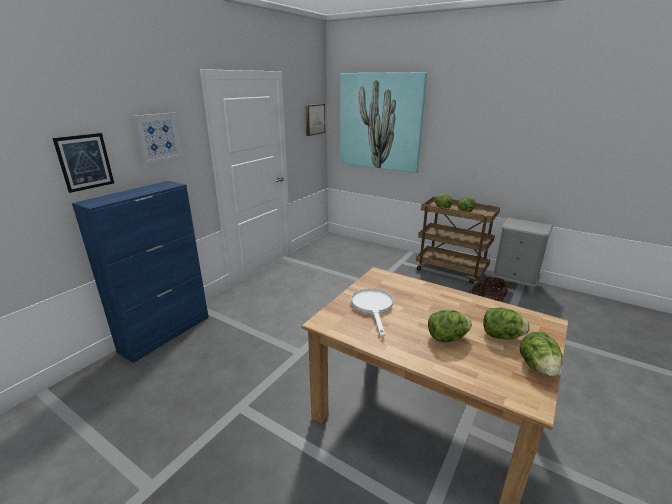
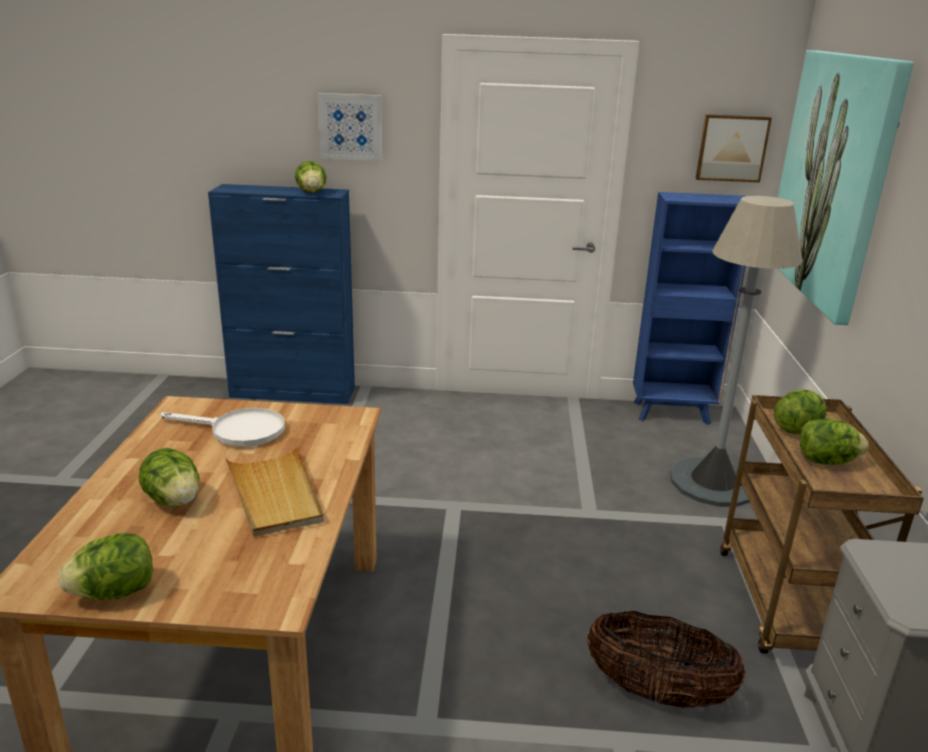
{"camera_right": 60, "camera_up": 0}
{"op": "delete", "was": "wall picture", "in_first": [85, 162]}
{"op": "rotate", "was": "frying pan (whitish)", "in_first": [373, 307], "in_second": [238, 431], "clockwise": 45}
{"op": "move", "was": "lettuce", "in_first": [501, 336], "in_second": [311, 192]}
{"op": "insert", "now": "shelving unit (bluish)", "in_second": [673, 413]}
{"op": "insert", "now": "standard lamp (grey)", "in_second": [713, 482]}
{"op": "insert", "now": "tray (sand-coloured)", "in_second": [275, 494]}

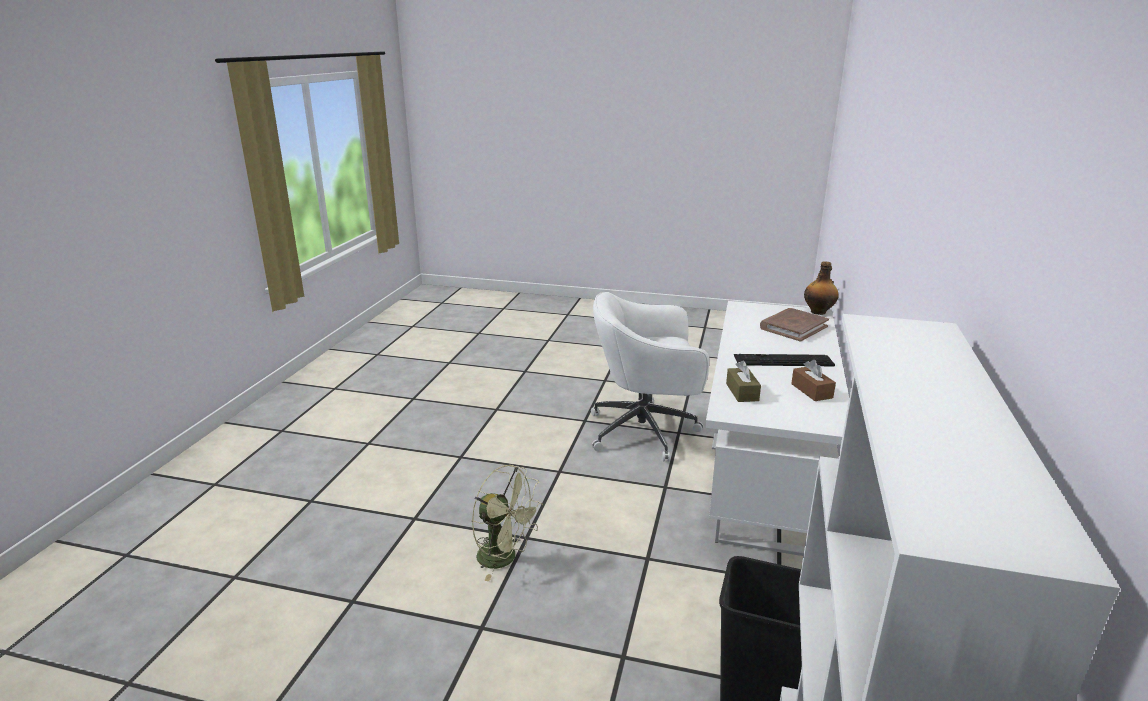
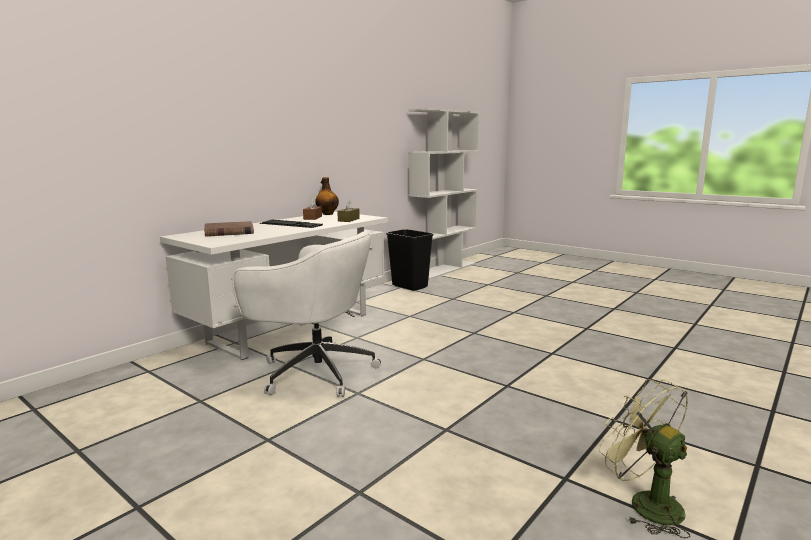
{"camera_right": -155, "camera_up": -10}
{"op": "move", "was": "beverage bottle", "in_first": [819, 312], "in_second": [327, 214]}
{"op": "move", "was": "electric fan (green-coloured)", "in_first": [505, 558], "in_second": [645, 503]}

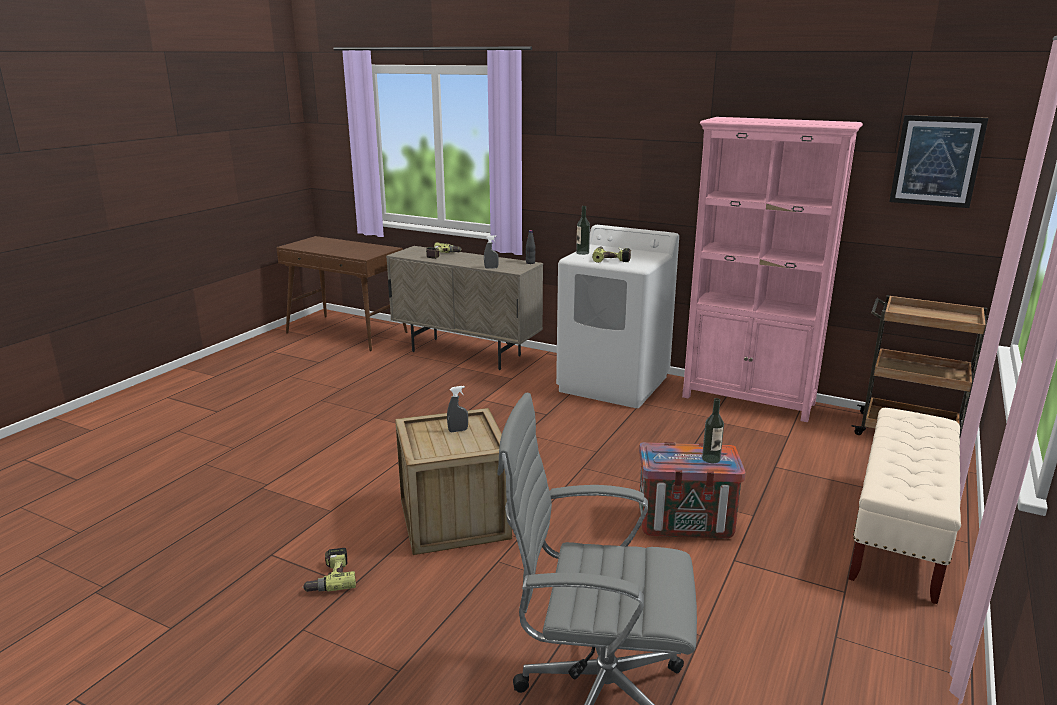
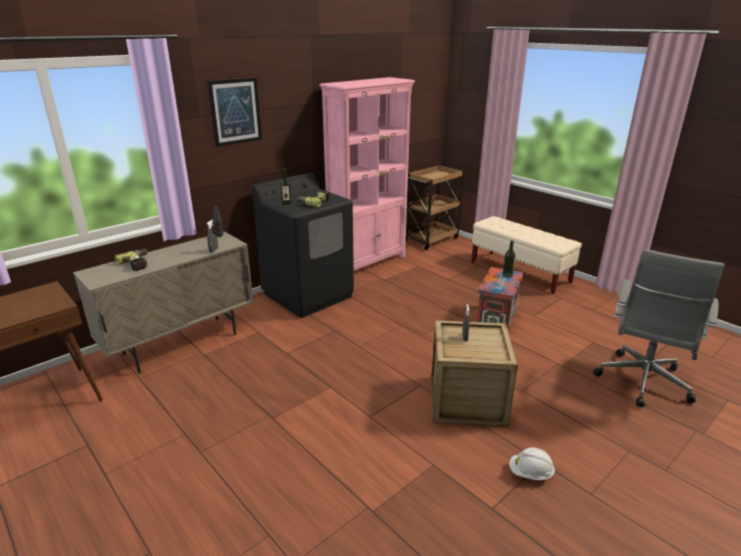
{"camera_right": -70, "camera_up": 5}
{"op": "move", "was": "wall picture", "in_first": [936, 161], "in_second": [235, 111]}
{"op": "recolor", "was": "washing machine (whitish)", "now": "washing machine (blackish)", "in_first": [614, 384], "in_second": [308, 295]}
{"op": "replace", "was": "drill", "now": "work helmet (whitish)", "in_first": [330, 578], "in_second": [530, 473]}

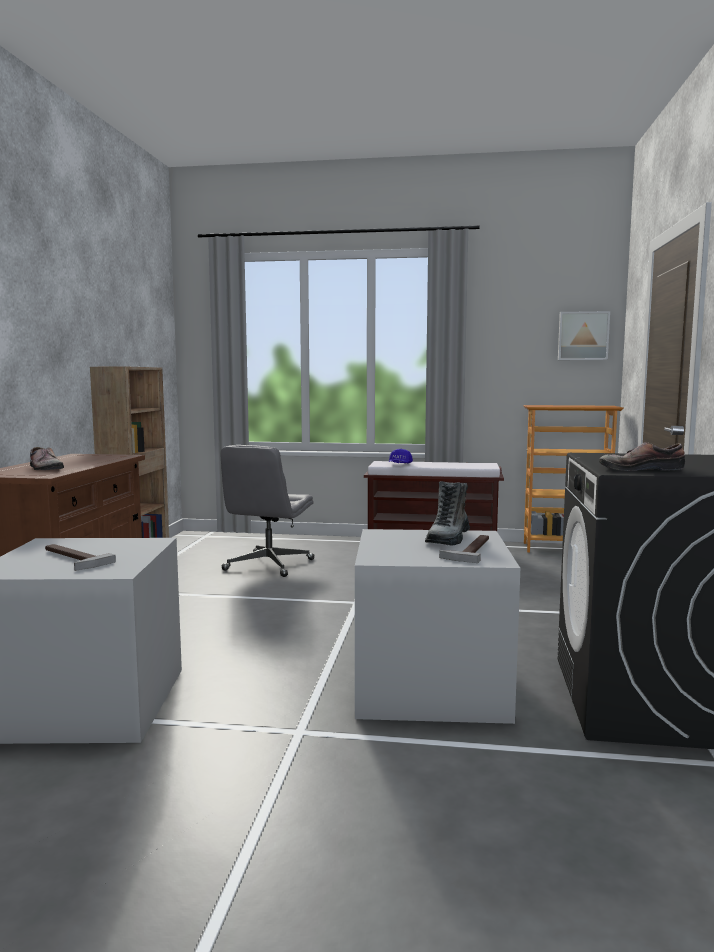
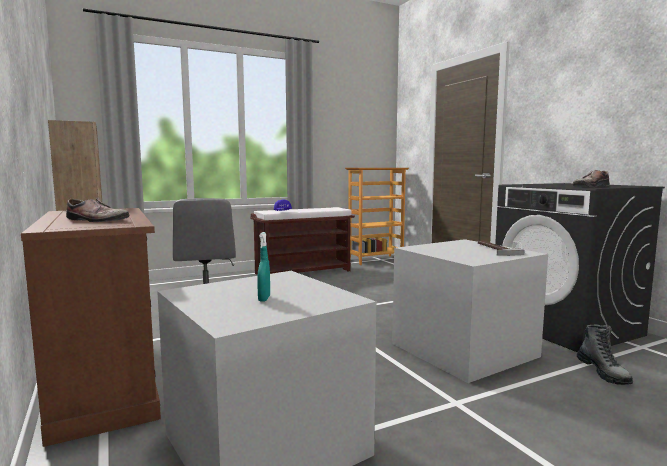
{"camera_right": -35, "camera_up": 0}
{"op": "delete", "was": "wall picture", "in_first": [583, 336]}
{"op": "move", "was": "high-top boot", "in_first": [448, 539], "in_second": [603, 372]}
{"op": "replace", "was": "hammer", "now": "hand sprayer (turquoise-coloured)", "in_first": [70, 558], "in_second": [264, 299]}

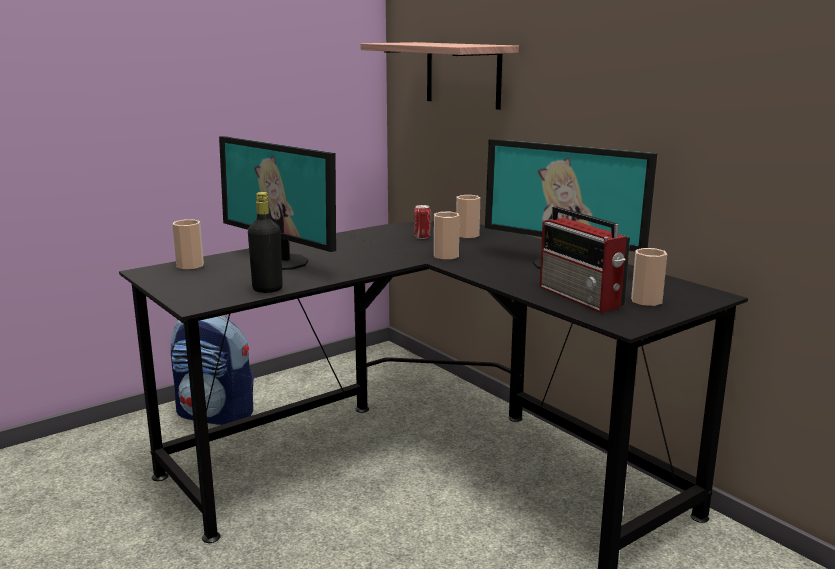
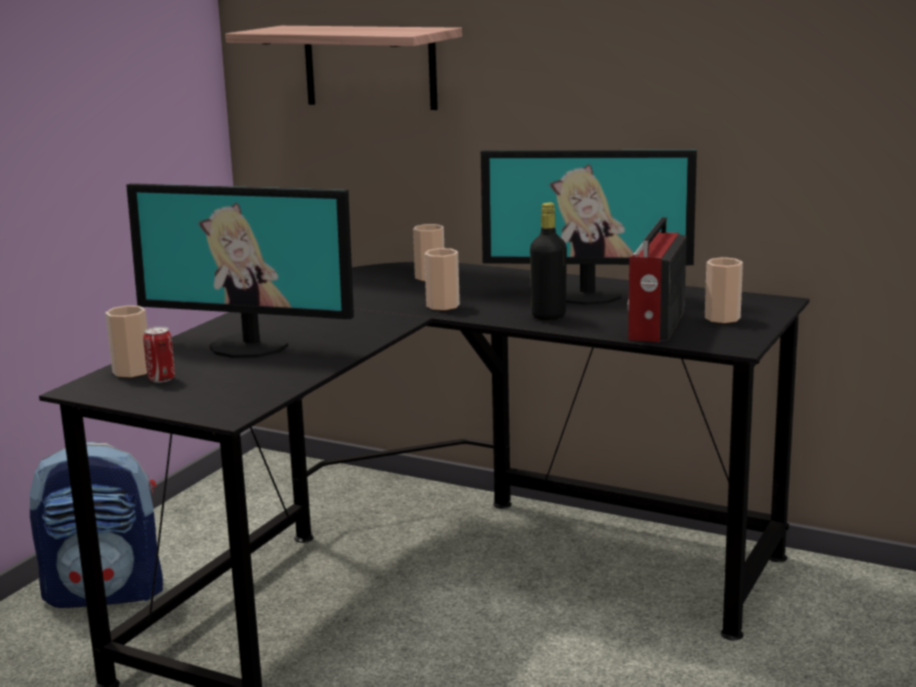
{"camera_right": -25, "camera_up": 0}
{"op": "move", "was": "beverage bottle (blackish)", "in_first": [267, 289], "in_second": [548, 316]}
{"op": "move", "was": "metal can", "in_first": [422, 237], "in_second": [161, 379]}
{"op": "rotate", "was": "radio", "in_first": [581, 297], "in_second": [655, 326], "clockwise": 75}

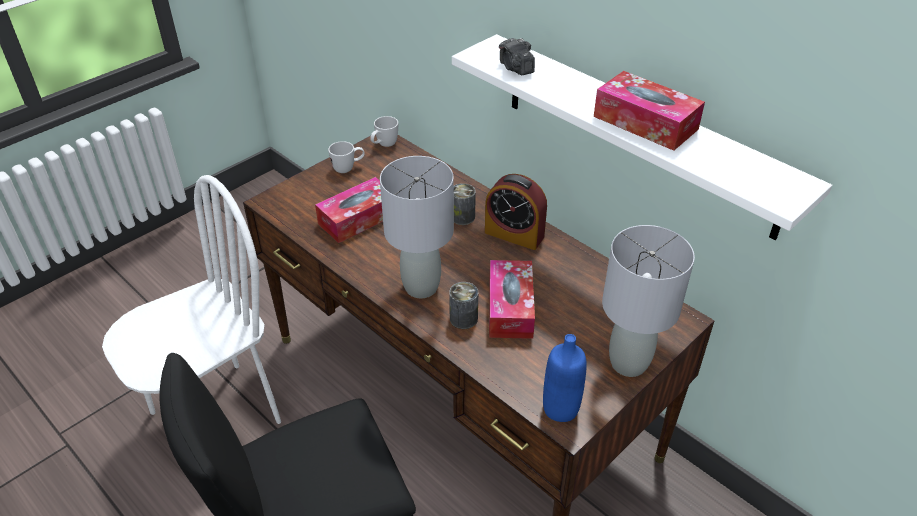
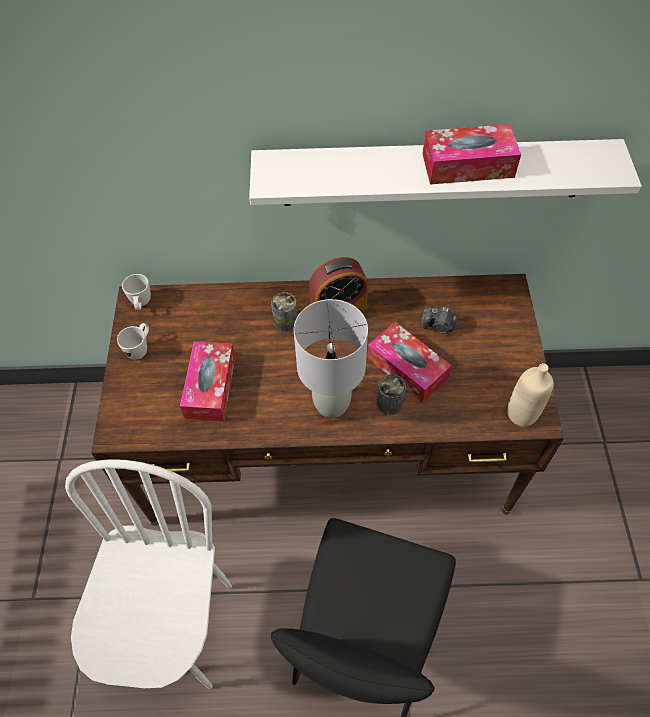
{"camera_right": -45, "camera_up": 15}
{"op": "move", "was": "photo camera", "in_first": [516, 68], "in_second": [439, 326]}
{"op": "delete", "was": "lamp for a table (grey)", "in_first": [627, 363]}
{"op": "recolor", "was": "beverage bottle (bluish)", "now": "beverage bottle (sand-coloured)", "in_first": [560, 408], "in_second": [521, 414]}

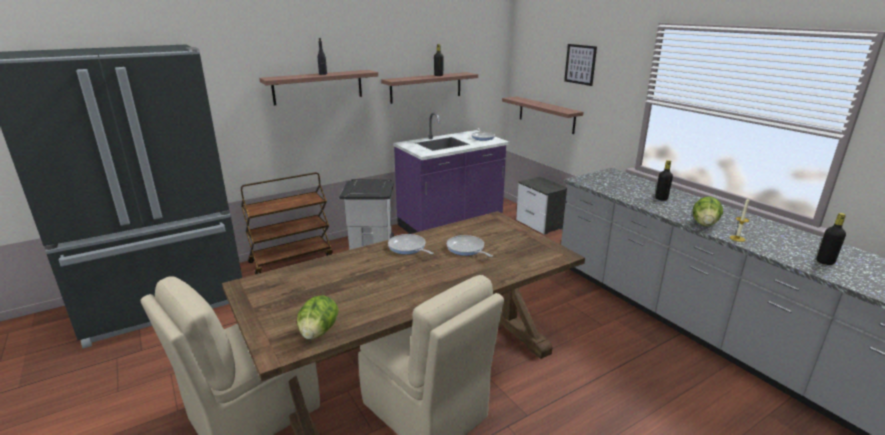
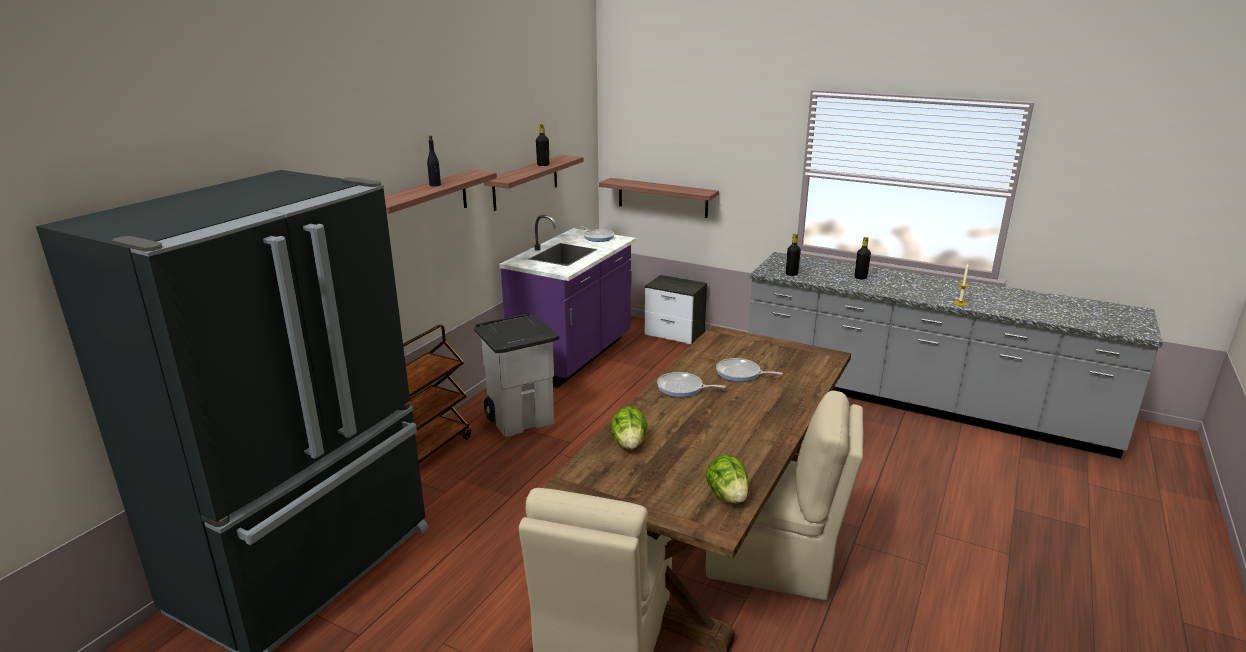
{"camera_right": -30, "camera_up": 0}
{"op": "delete", "was": "wall picture", "in_first": [580, 64]}
{"op": "move", "was": "lettuce", "in_first": [704, 224], "in_second": [629, 444]}
{"op": "move", "was": "beverage bottle (blackish)", "in_first": [825, 262], "in_second": [791, 274]}

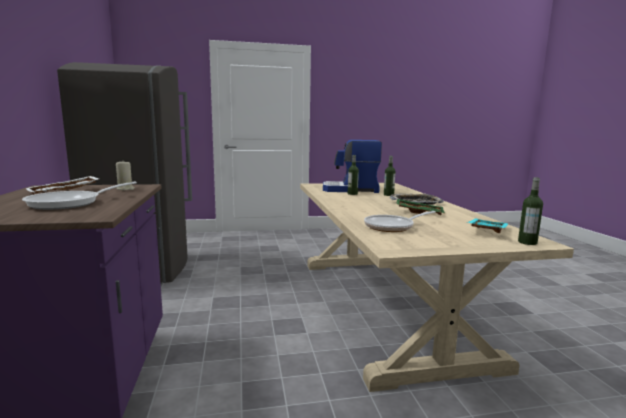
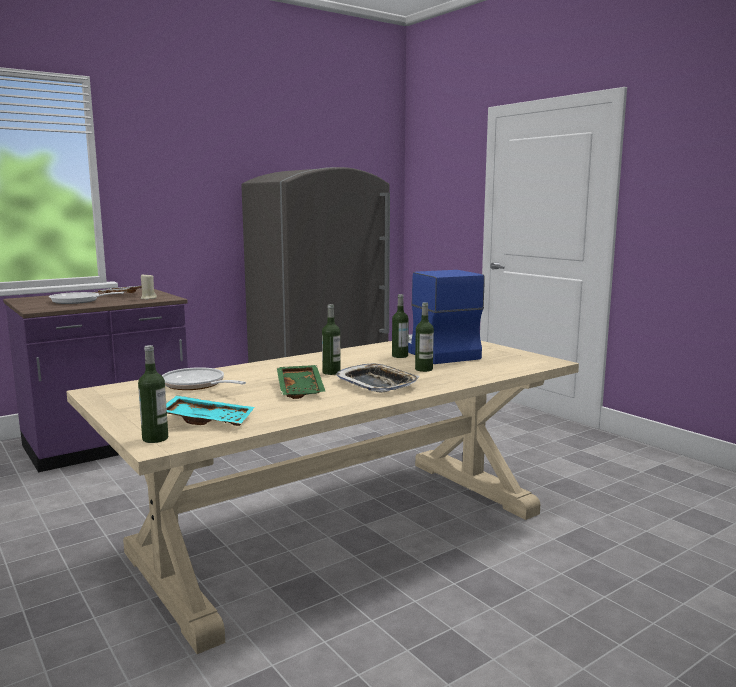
{"camera_right": 65, "camera_up": 0}
{"op": "insert", "now": "beverage bottle", "in_second": [331, 372]}

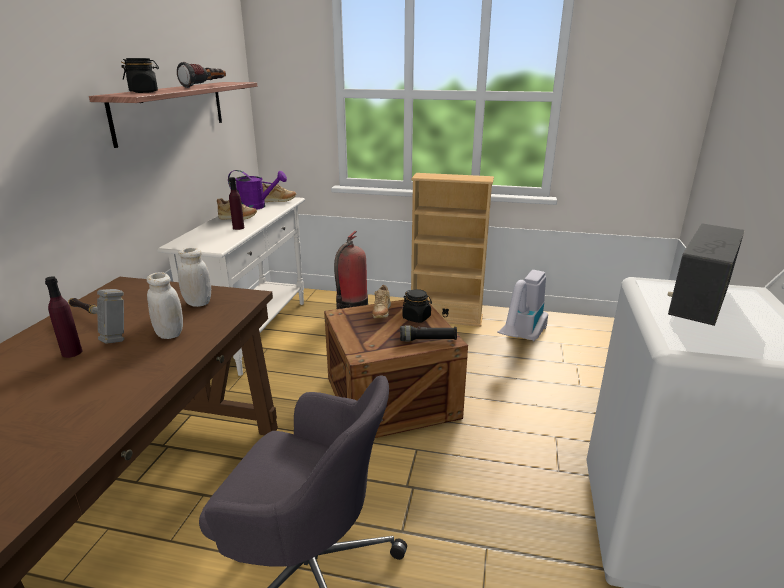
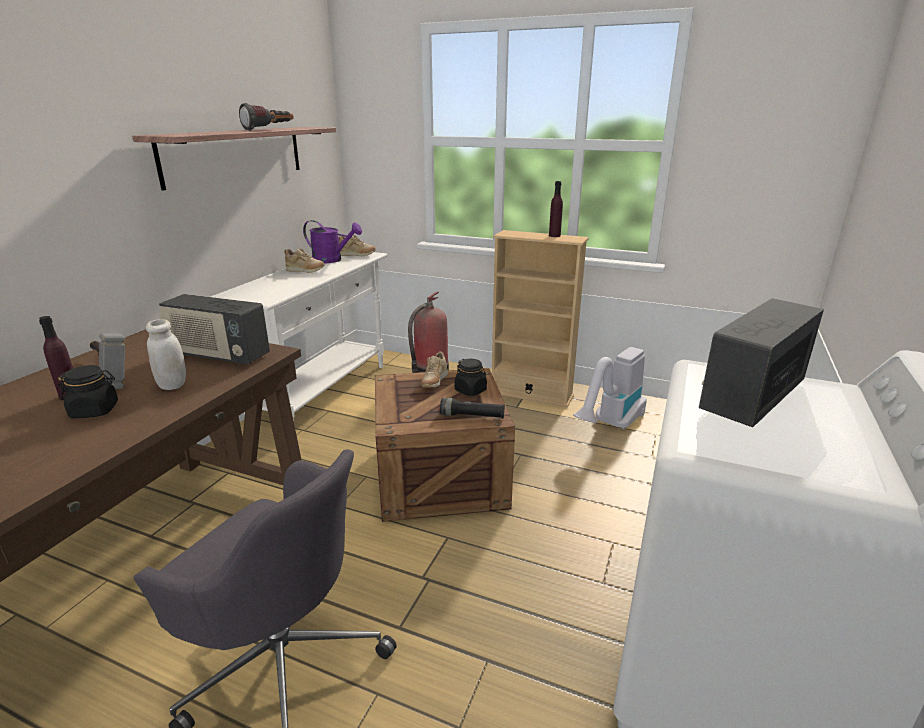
{"camera_right": 10, "camera_up": 0}
{"op": "move", "was": "preserve jar (blackish)", "in_first": [144, 92], "in_second": [95, 410]}
{"op": "move", "was": "beverage bottle (purple-coloured)", "in_first": [238, 228], "in_second": [554, 235]}
{"op": "replace", "was": "preserve jar (whitish)", "now": "radio", "in_first": [198, 303], "in_second": [219, 355]}

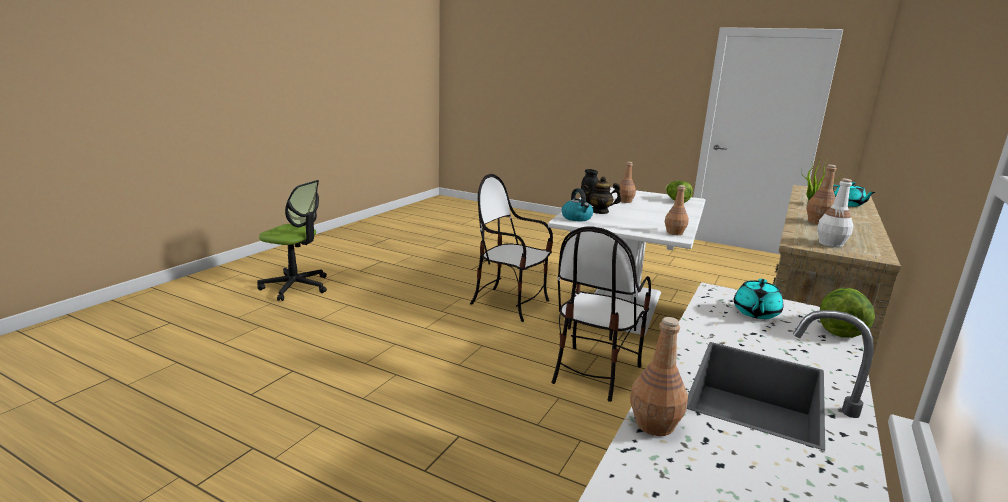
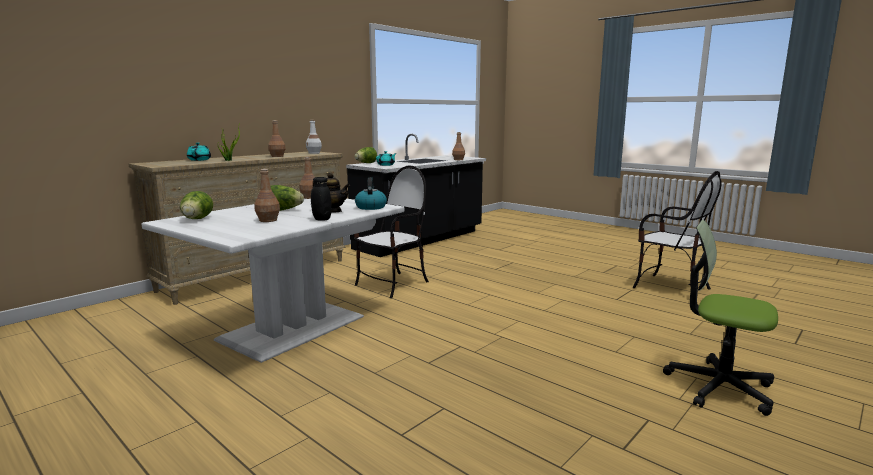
{"camera_right": -165, "camera_up": -5}
{"op": "move", "was": "upright chair", "in_first": [510, 303], "in_second": [670, 287]}
{"op": "insert", "now": "lettuce", "in_second": [284, 210]}

